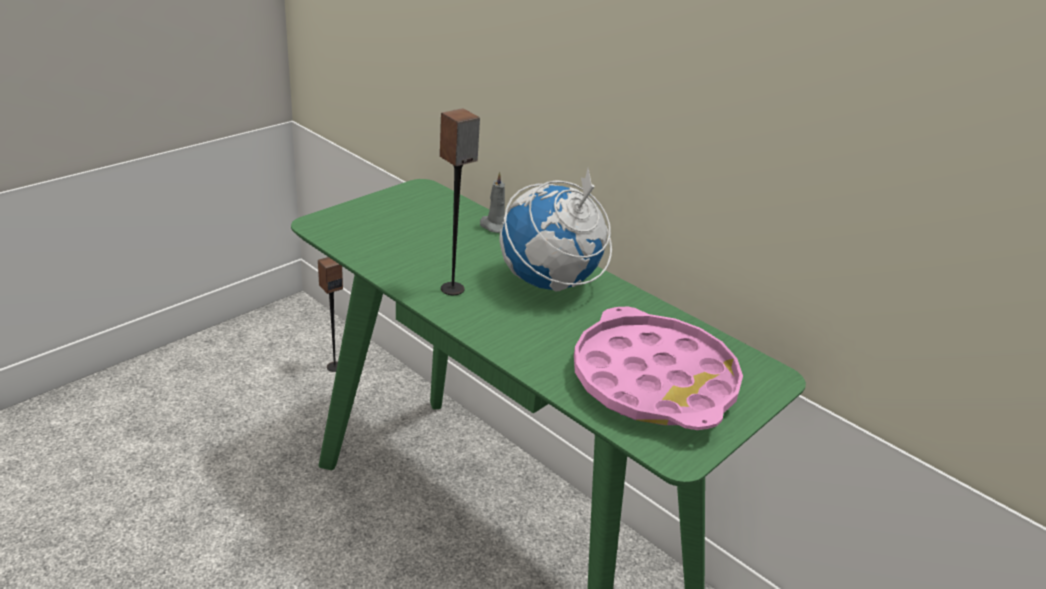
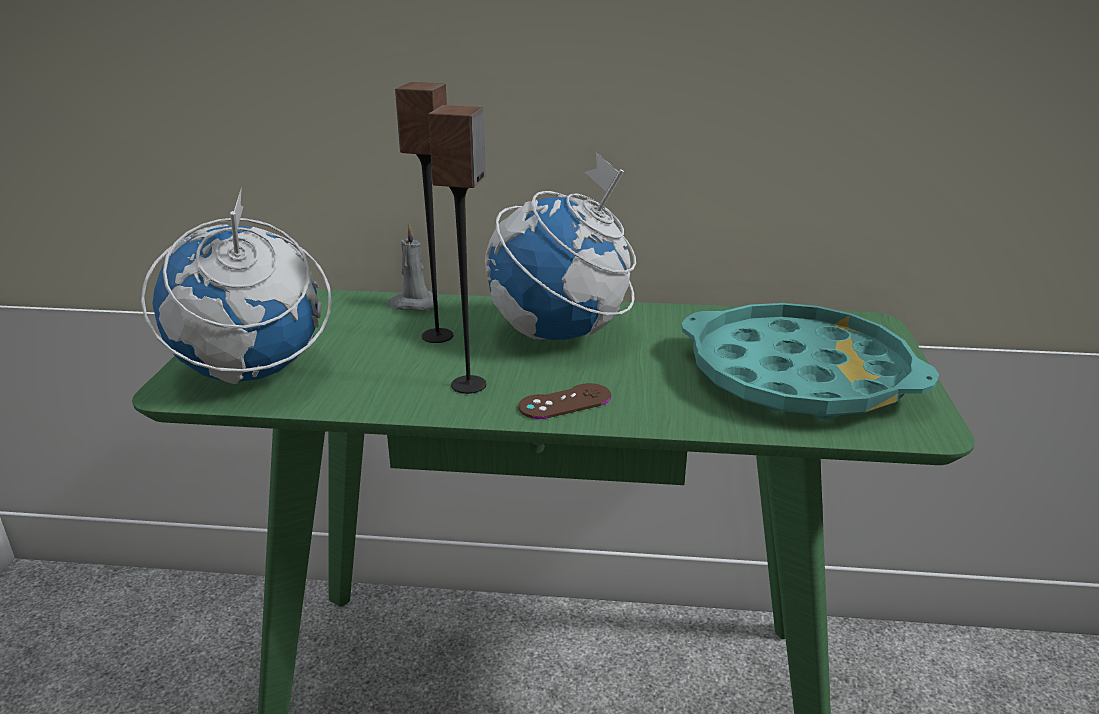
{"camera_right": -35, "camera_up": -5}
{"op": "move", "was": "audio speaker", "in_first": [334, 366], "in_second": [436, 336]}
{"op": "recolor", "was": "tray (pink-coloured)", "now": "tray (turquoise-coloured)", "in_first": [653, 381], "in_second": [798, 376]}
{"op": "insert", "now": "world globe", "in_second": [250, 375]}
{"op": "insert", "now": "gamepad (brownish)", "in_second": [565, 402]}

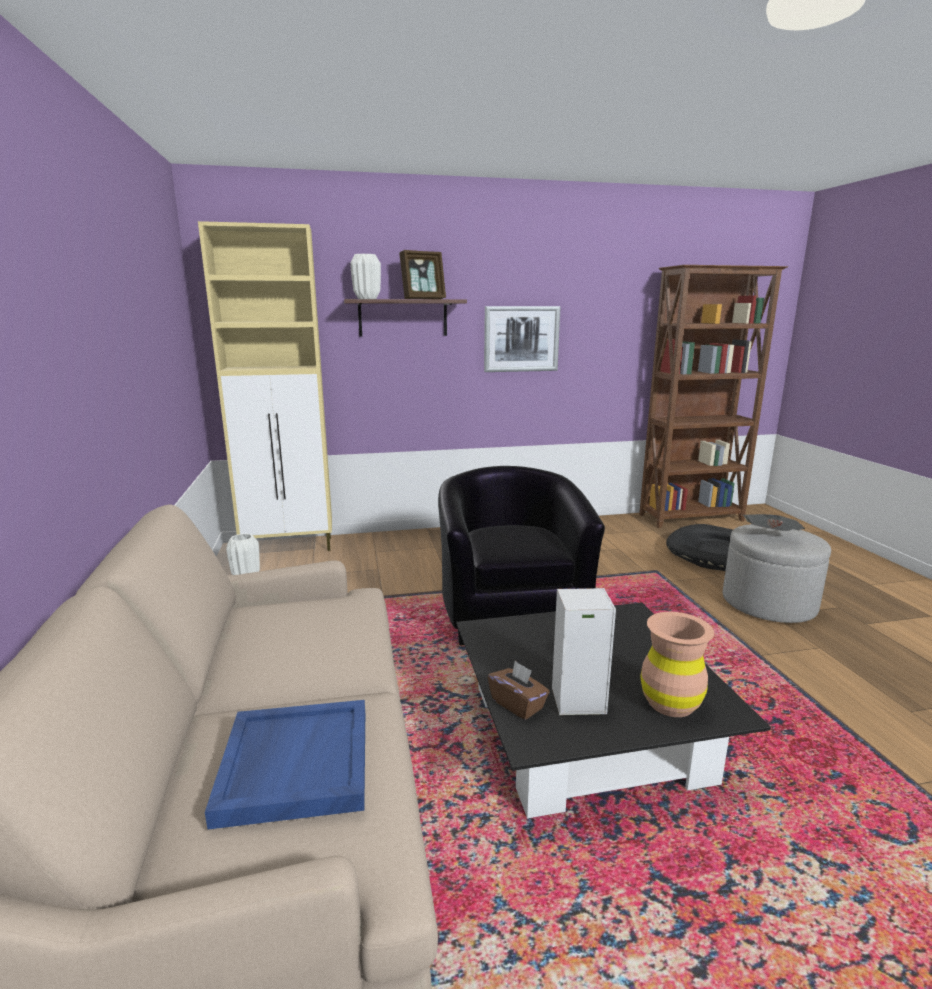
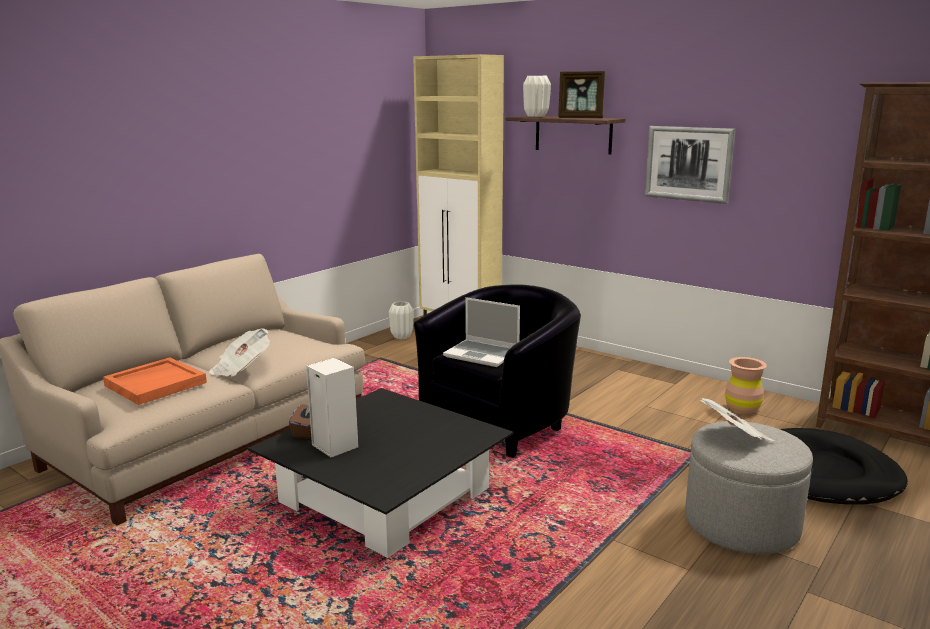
{"camera_right": 50, "camera_up": 0}
{"op": "move", "was": "vase (brownish)", "in_first": [670, 703], "in_second": [742, 409]}
{"op": "recolor", "was": "tray (bluish)", "now": "tray (orange)", "in_first": [295, 763], "in_second": [156, 383]}
{"op": "insert", "now": "laptop", "in_second": [483, 354]}
{"op": "insert", "now": "printed paper", "in_second": [241, 368]}

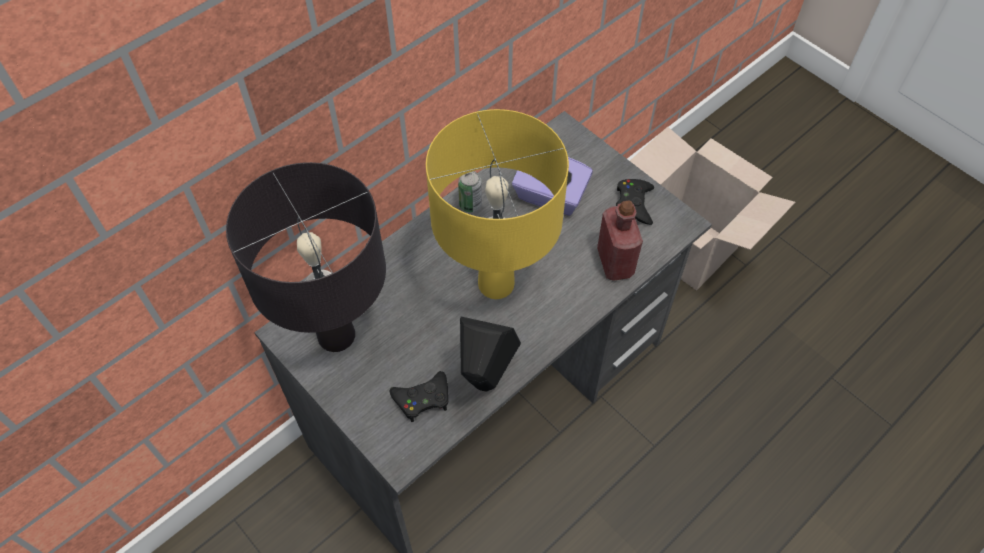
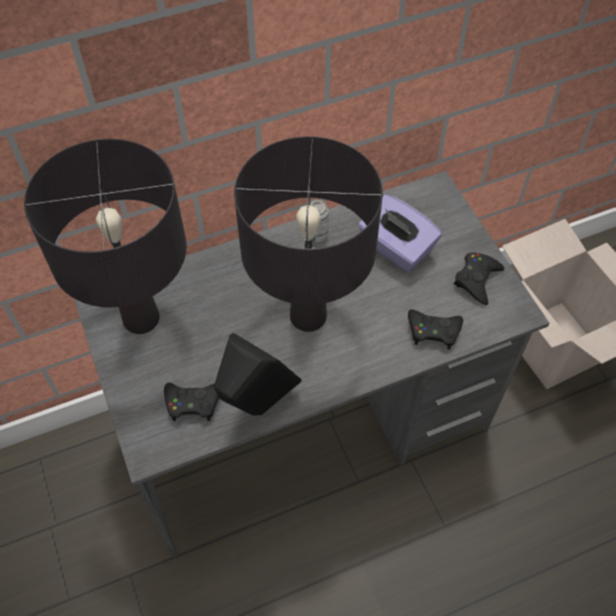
{"camera_right": 20, "camera_up": 0}
{"op": "recolor", "was": "lamp for a table (yellow-coloured)", "now": "lamp for a table (blackish)", "in_first": [496, 285], "in_second": [307, 317]}
{"op": "replace", "was": "beverage bottle (reddish)", "now": "gamepad (blackish)", "in_first": [615, 262], "in_second": [433, 331]}

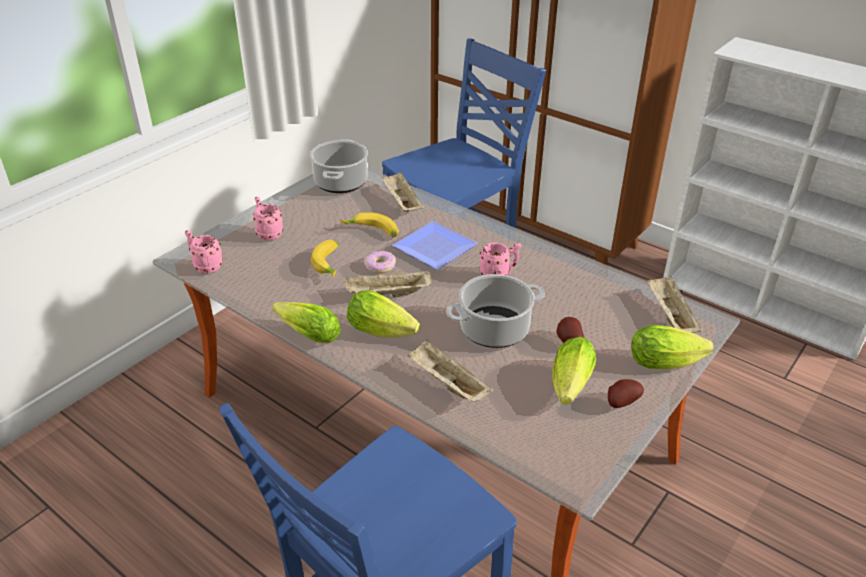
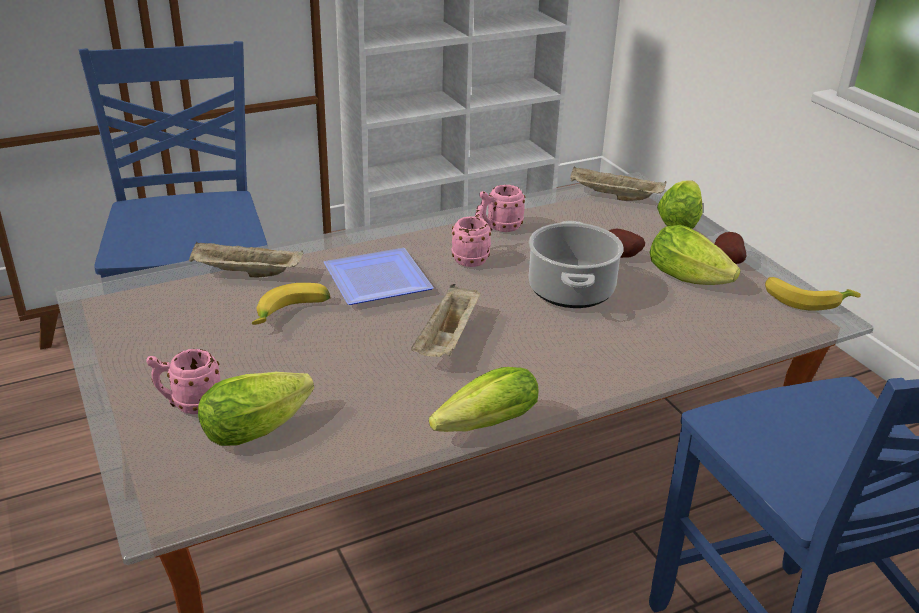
{"camera_right": -65, "camera_up": -5}
{"op": "delete", "was": "saucepot", "in_first": [340, 182]}
{"op": "move", "was": "tea mug (pink-coloured)", "in_first": [205, 266], "in_second": [499, 228]}
{"op": "move", "was": "whole banana", "in_first": [330, 264], "in_second": [806, 299]}
{"op": "delete", "was": "donut", "in_first": [380, 266]}
{"op": "move", "was": "lettuce", "in_first": [384, 331], "in_second": [262, 425]}
{"op": "delete", "was": "tray (sand-coloured)", "in_first": [447, 383]}

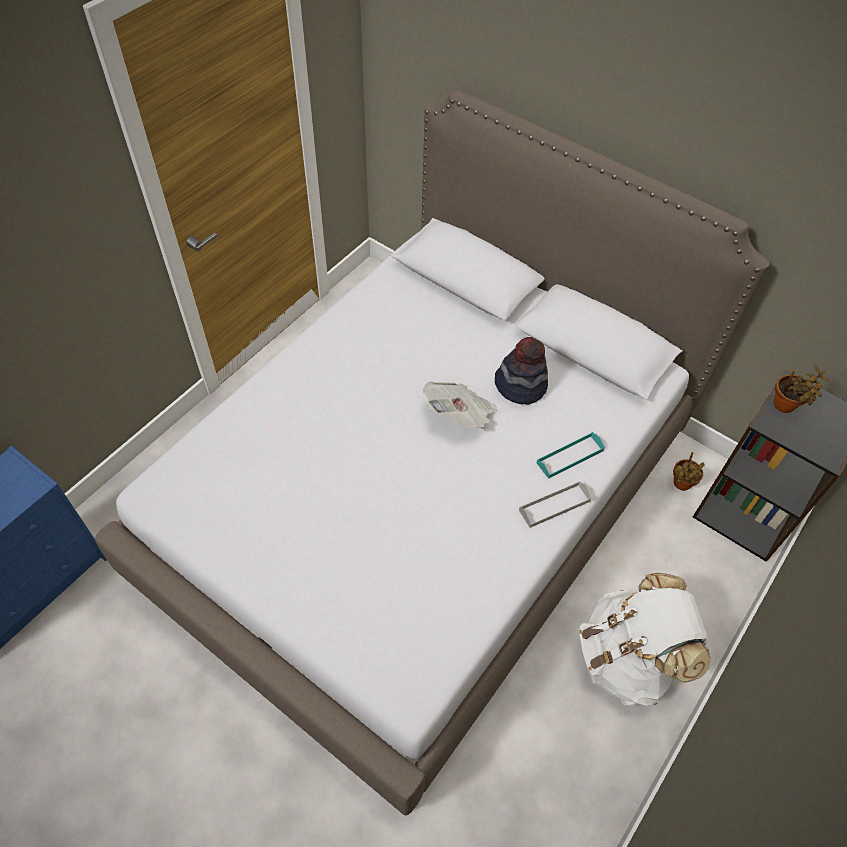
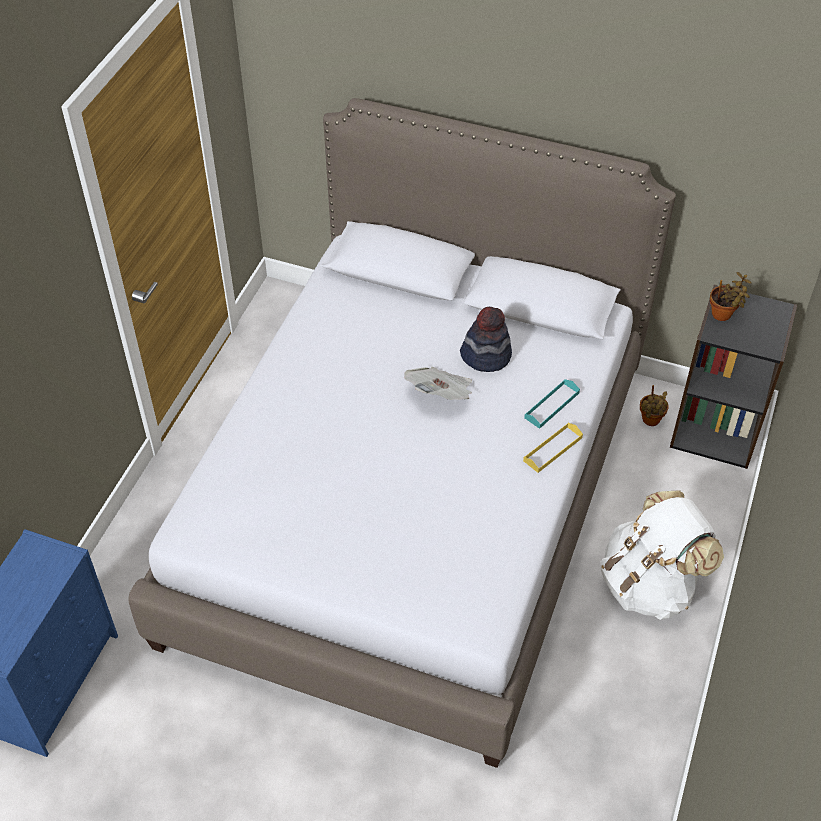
{"camera_right": -15, "camera_up": -5}
{"op": "recolor", "was": "tray (grey)", "now": "tray (yellow-coloured)", "in_first": [554, 505], "in_second": [553, 449]}

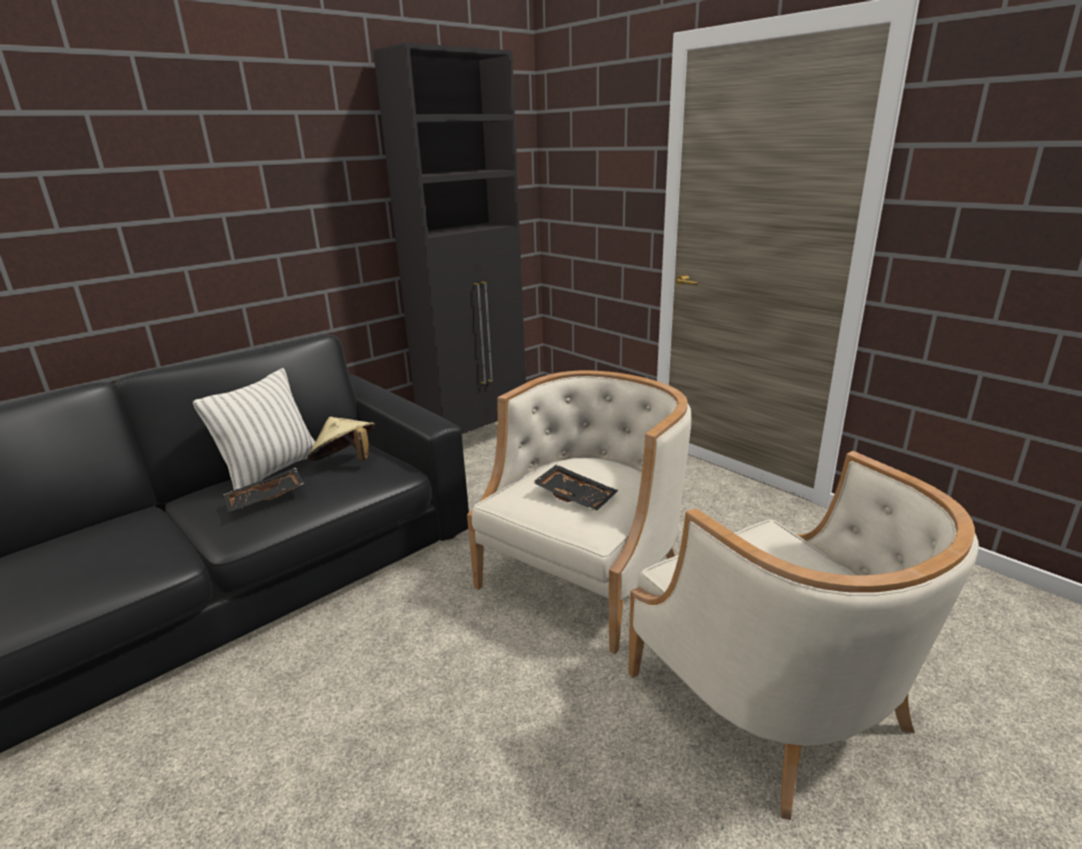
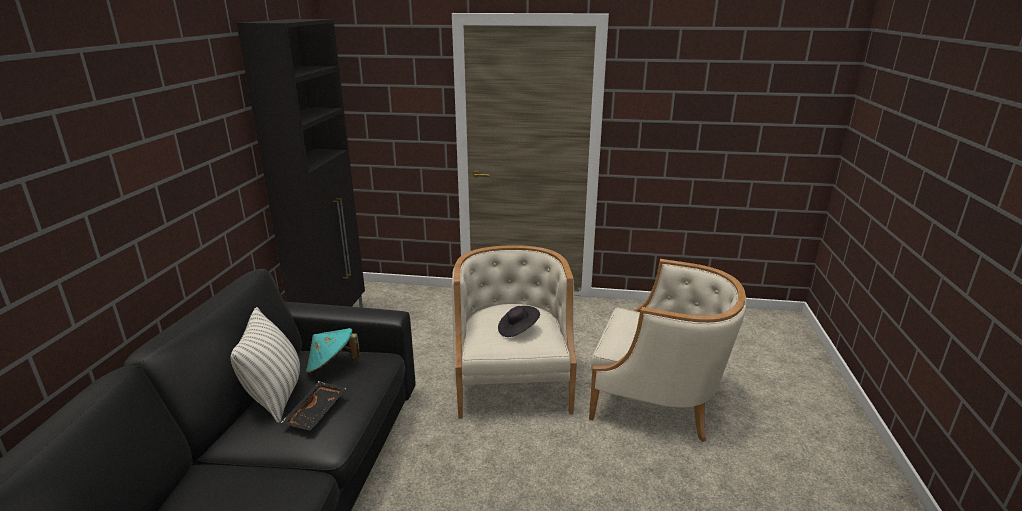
{"camera_right": -40, "camera_up": 0}
{"op": "recolor", "was": "clothing hat (sand-coloured)", "now": "clothing hat (turquoise-coloured)", "in_first": [346, 462], "in_second": [332, 366]}
{"op": "replace", "was": "tray (blackish)", "now": "clothing hat (blackish)", "in_first": [576, 495], "in_second": [518, 330]}

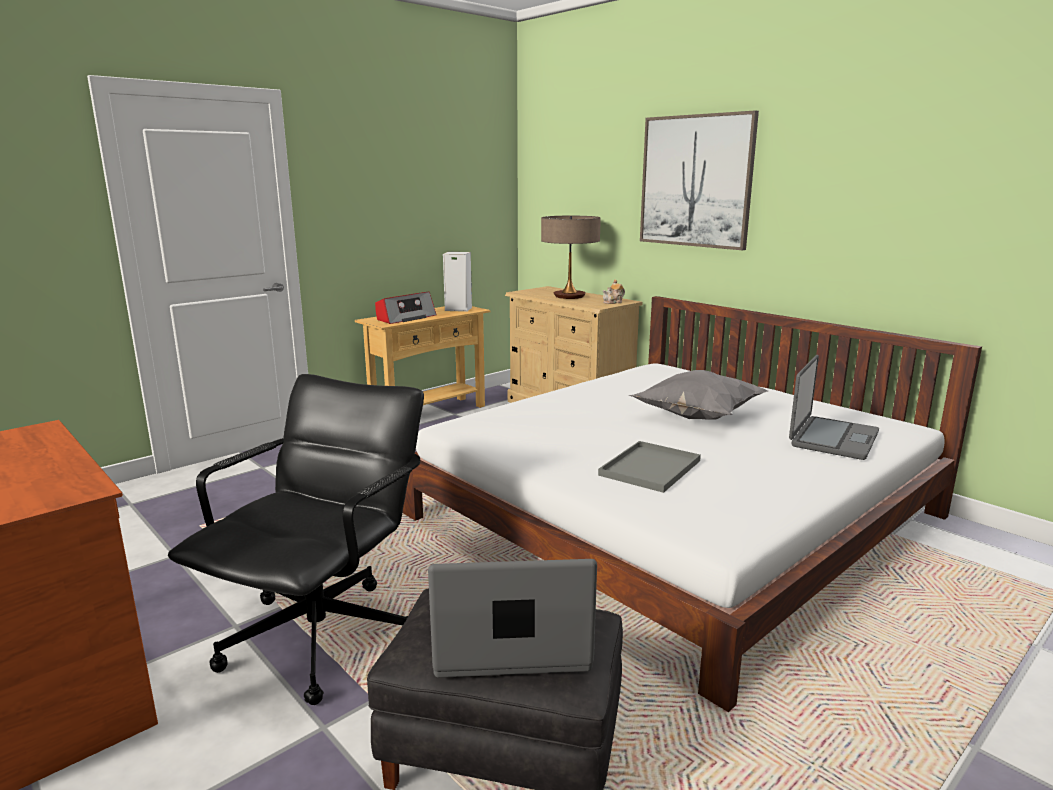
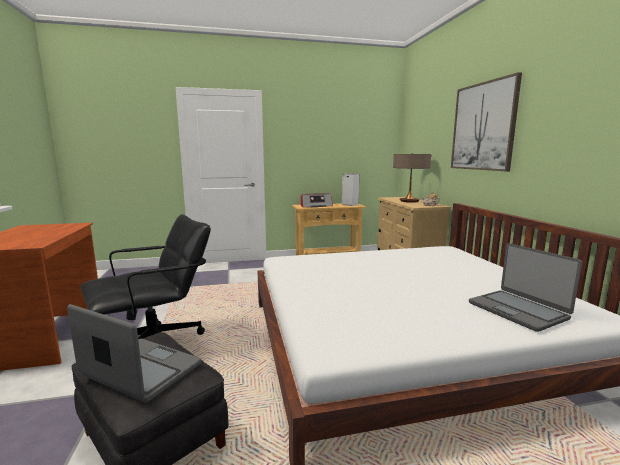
{"camera_right": 30, "camera_up": -5}
{"op": "rotate", "was": "laptop", "in_first": [832, 438], "in_second": [518, 310], "clockwise": 90}
{"op": "delete", "was": "throw pillow (grey)", "in_first": [696, 417]}
{"op": "delete", "was": "tray (grey)", "in_first": [650, 467]}

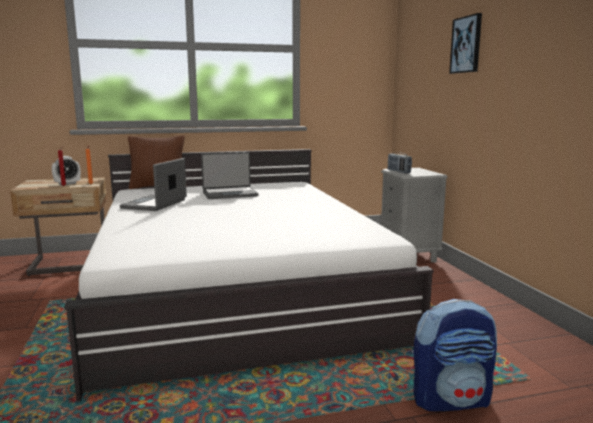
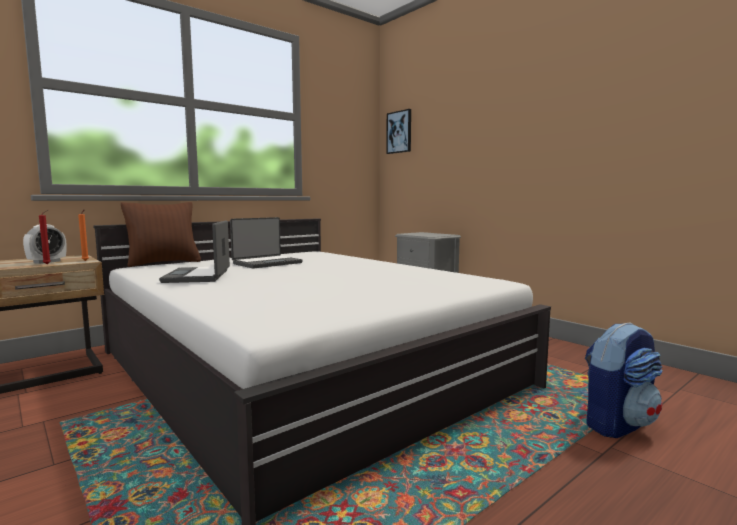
{"camera_right": -25, "camera_up": -5}
{"op": "move", "was": "wall picture", "in_first": [466, 44], "in_second": [399, 132]}
{"op": "delete", "was": "radio", "in_first": [398, 172]}

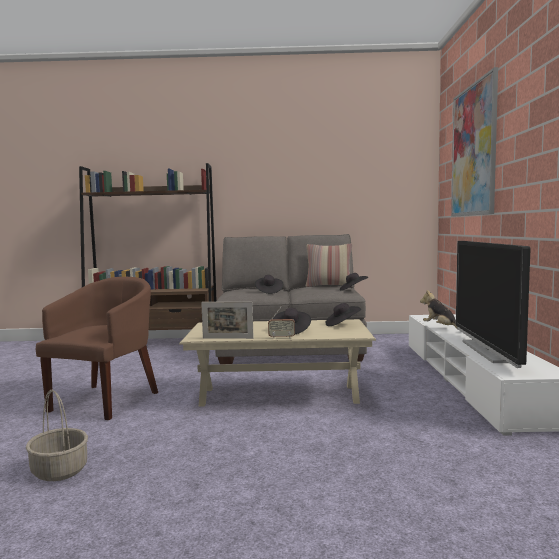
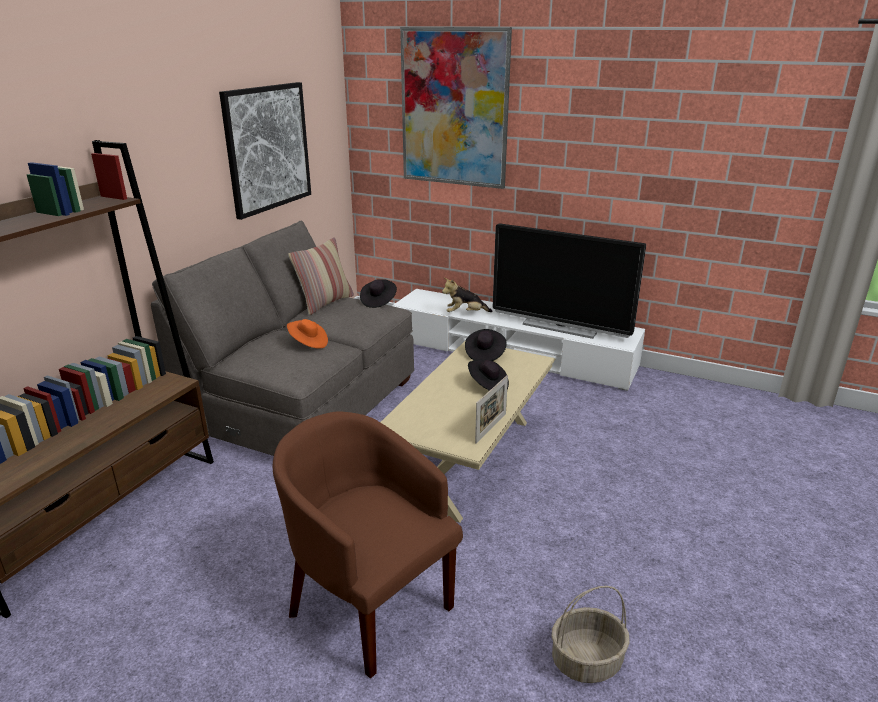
{"camera_right": -65, "camera_up": 20}
{"op": "recolor", "was": "clothing hat (blackish)", "now": "clothing hat (orange)", "in_first": [269, 291], "in_second": [308, 343]}
{"op": "delete", "was": "radio", "in_first": [281, 337]}
{"op": "insert", "now": "wall picture", "in_second": [267, 148]}

